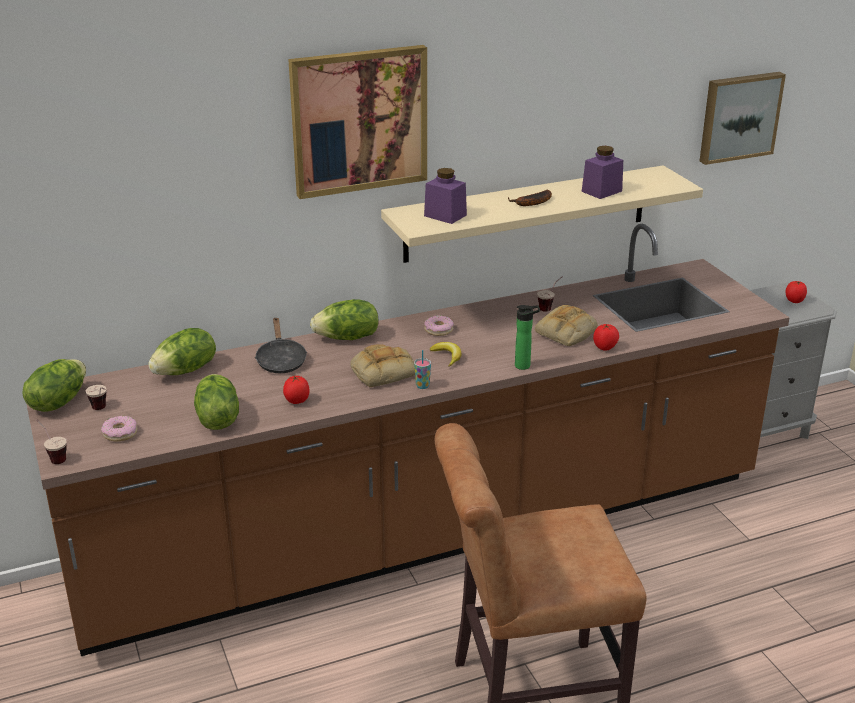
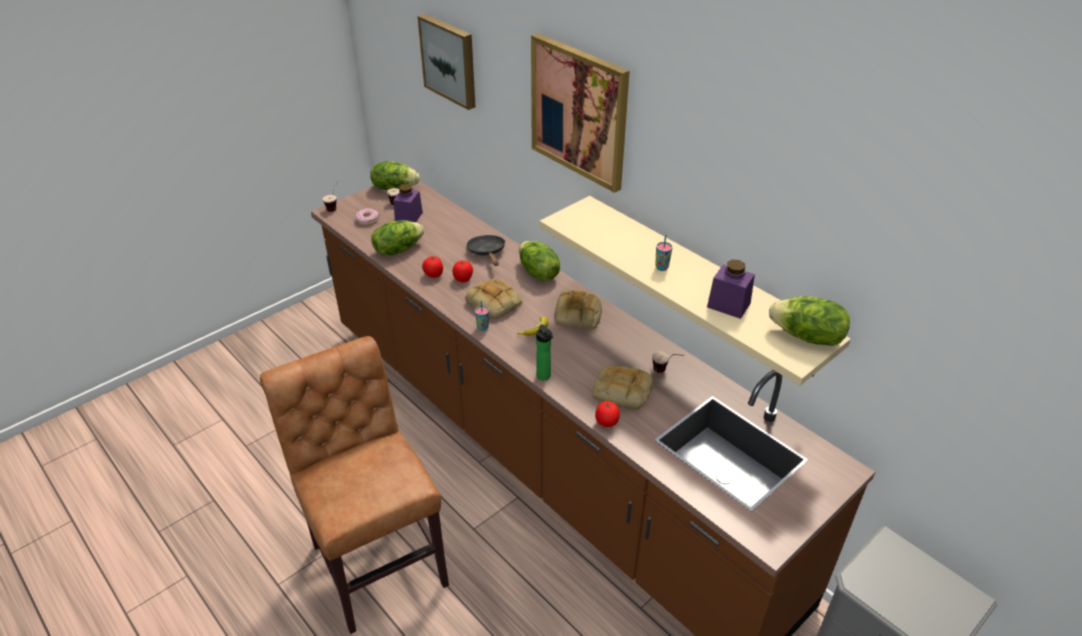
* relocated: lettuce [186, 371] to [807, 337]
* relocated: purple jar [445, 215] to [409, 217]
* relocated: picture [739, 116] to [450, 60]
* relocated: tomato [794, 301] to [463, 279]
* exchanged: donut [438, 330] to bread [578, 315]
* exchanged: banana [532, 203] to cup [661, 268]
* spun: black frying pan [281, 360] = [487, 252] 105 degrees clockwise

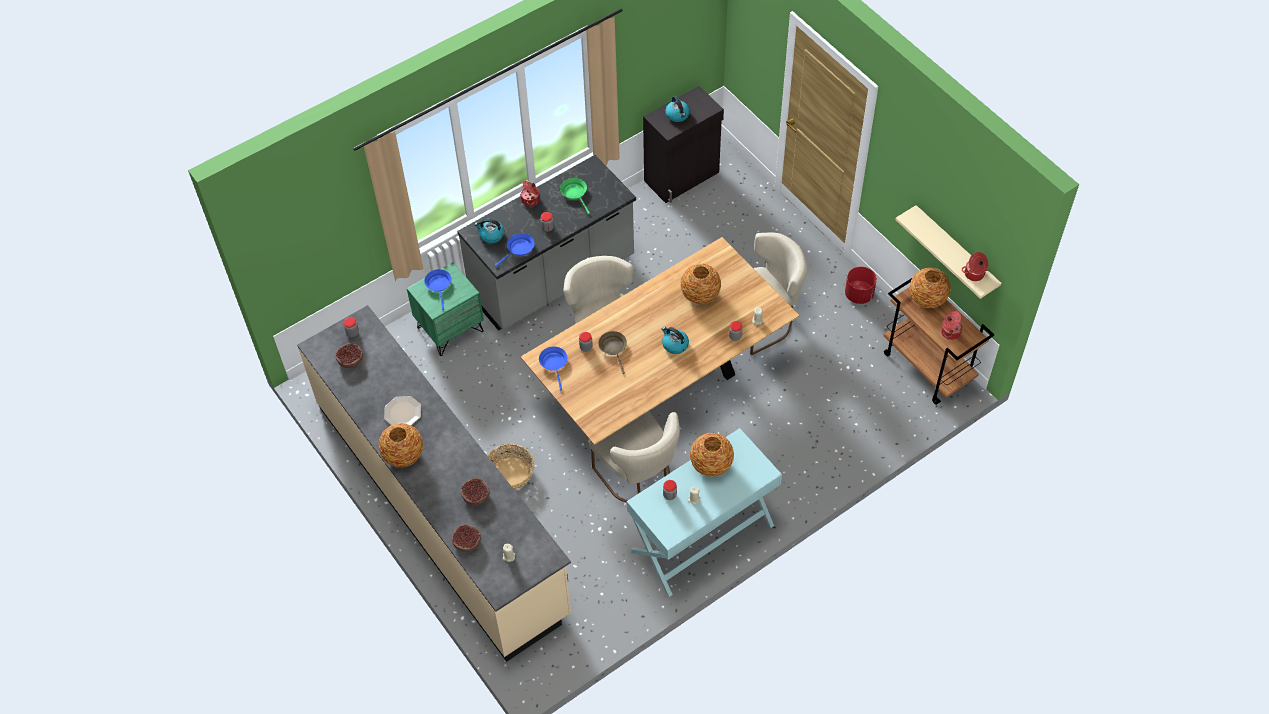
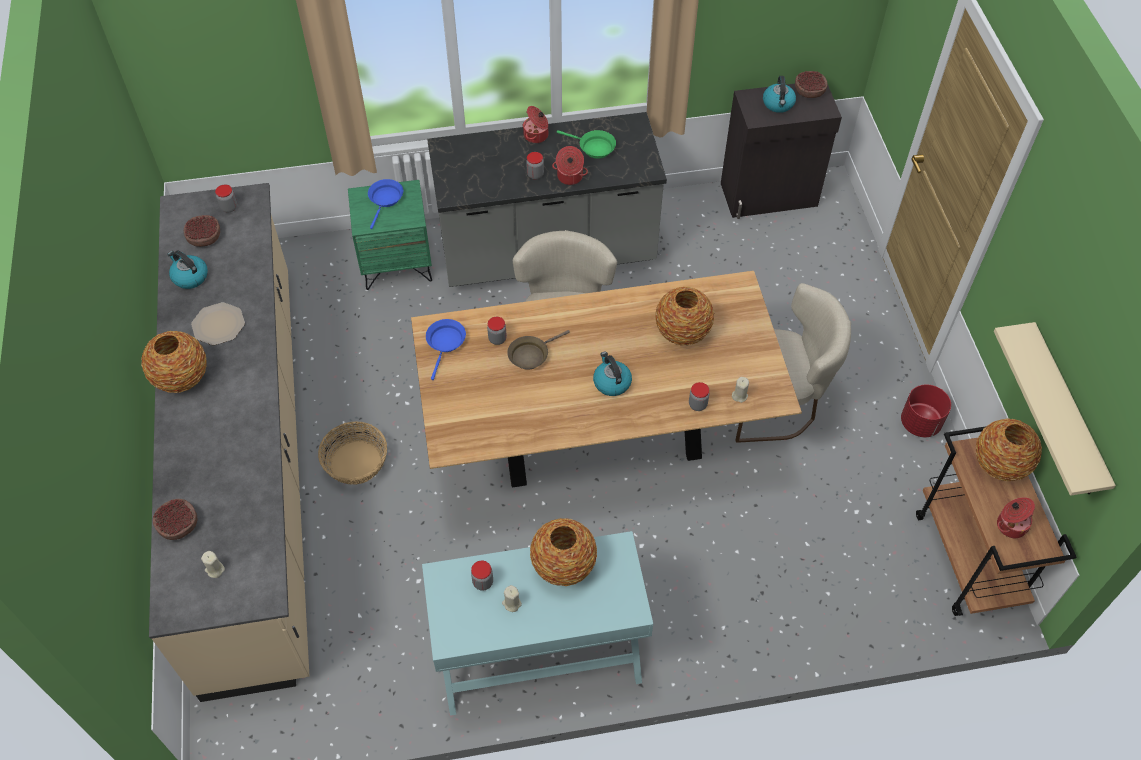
* missing: blue frying pan [519, 249]
* missing: beige chair [638, 477]
* relocated: bowl [475, 496] to [809, 91]
* relocated: kettle [491, 235] to [189, 277]
* relocated: cooking pot [974, 274] to [569, 177]
* spun: green frying pan [575, 193] = [594, 147] 120 degrees clockwise
* spun: brown frying pan [613, 348] = [531, 355] 135 degrees counterclockwise

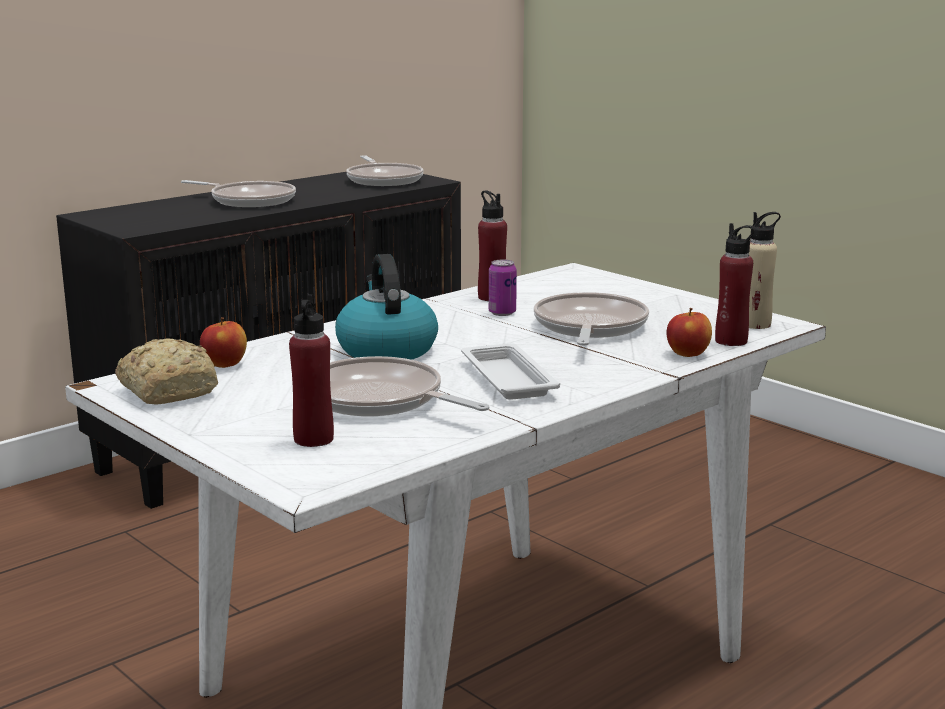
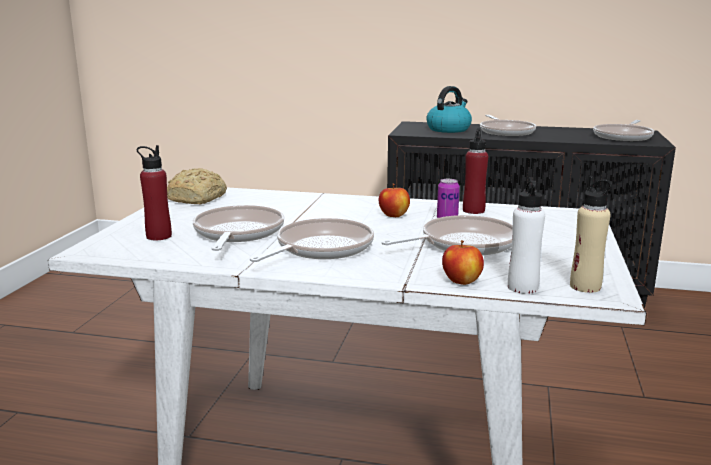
* relocated: apple [225, 364] to [394, 215]
* relocated: kettle [386, 349] to [448, 129]
* exchanged: white tray [507, 378] to frying pan [320, 248]
* colour: red bottle [731, 341] to white bottle [522, 287]

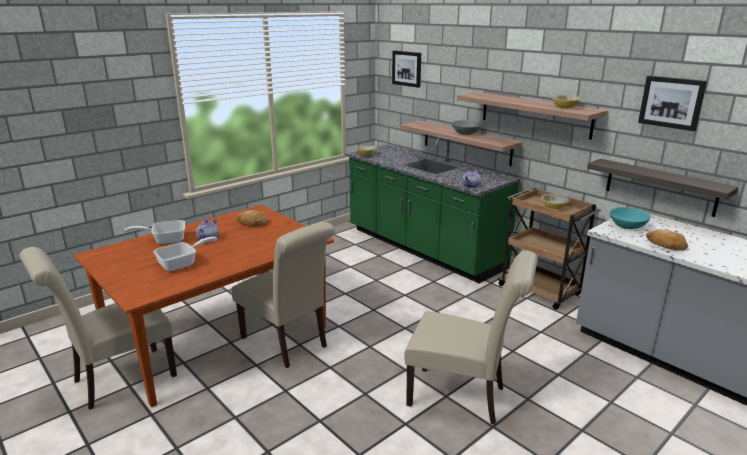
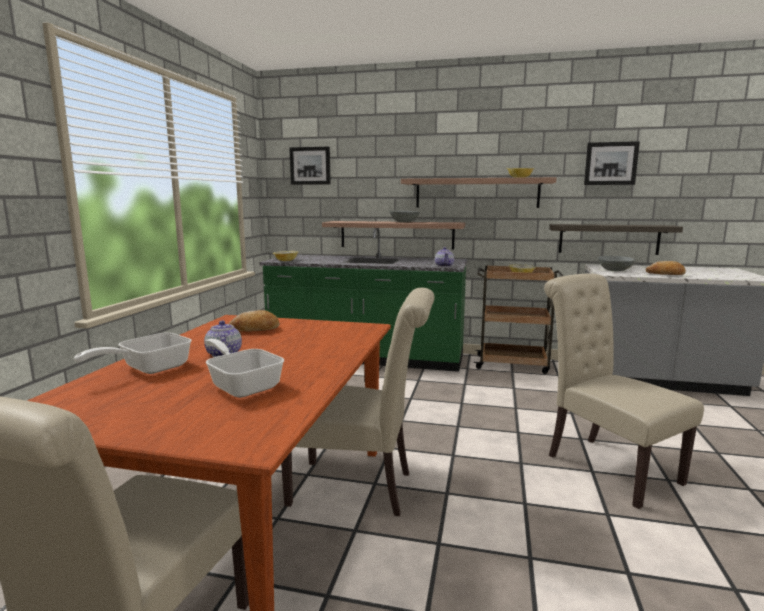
* colour: turquoise bowl [627, 226] to grey bowl [614, 270]
* spun: frying pan [182, 264] = [242, 385] 60 degrees counterclockwise
* spun: beige chair [463, 397] = [605, 465] 105 degrees counterclockwise

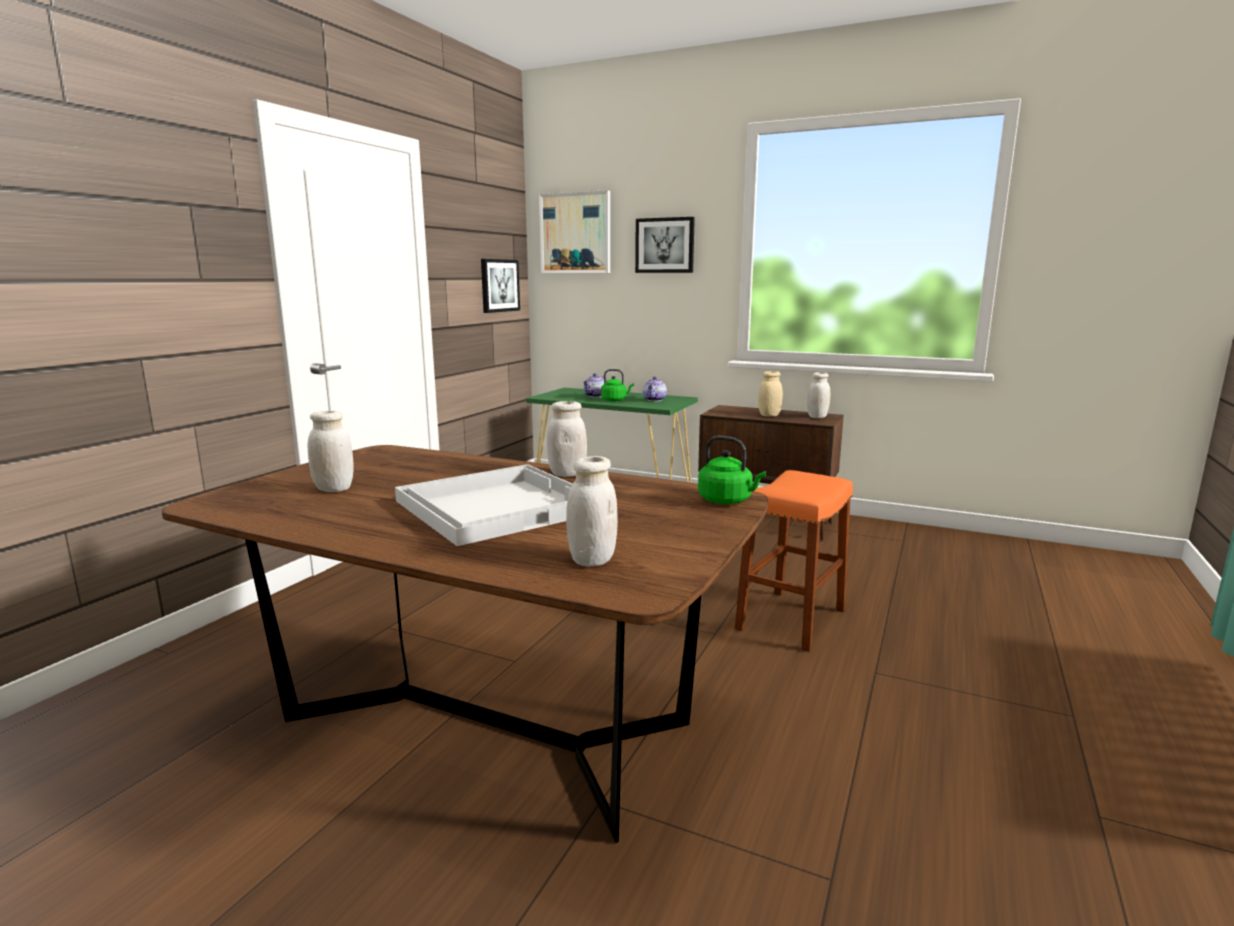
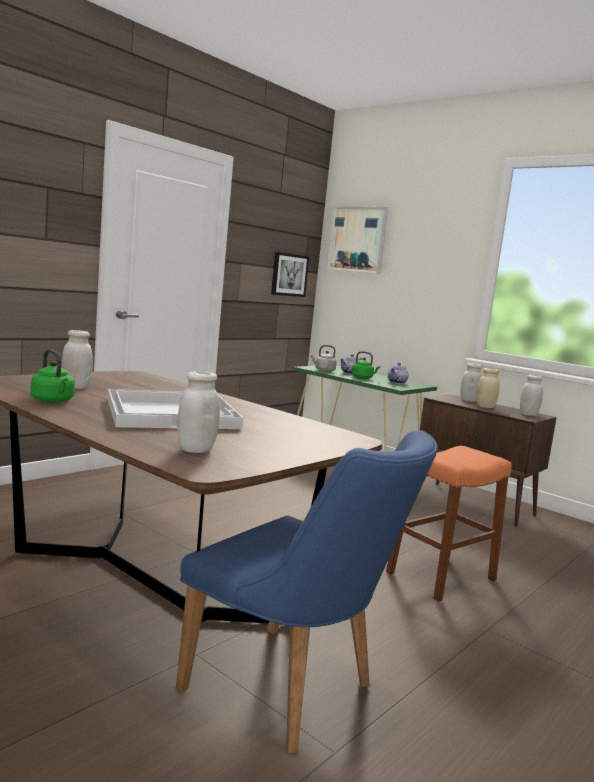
* missing: picture [665, 245]
* appeared: blue chair [293, 693]
* appeared: grey kettle [323, 370]
* relocated: white jar [567, 474] to [468, 400]
* relocated: green kettle [727, 501] to [53, 401]

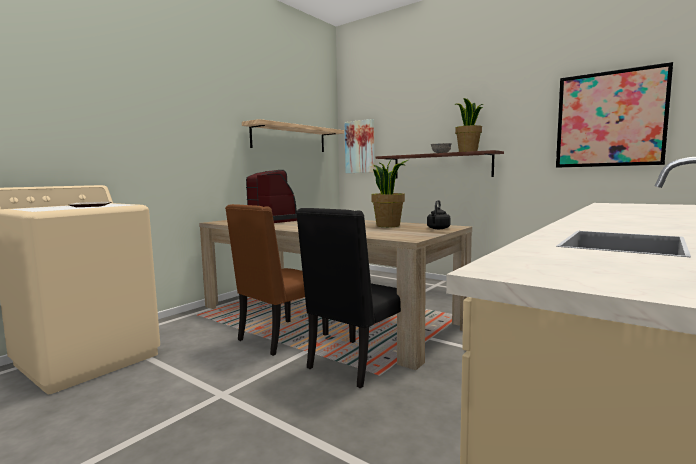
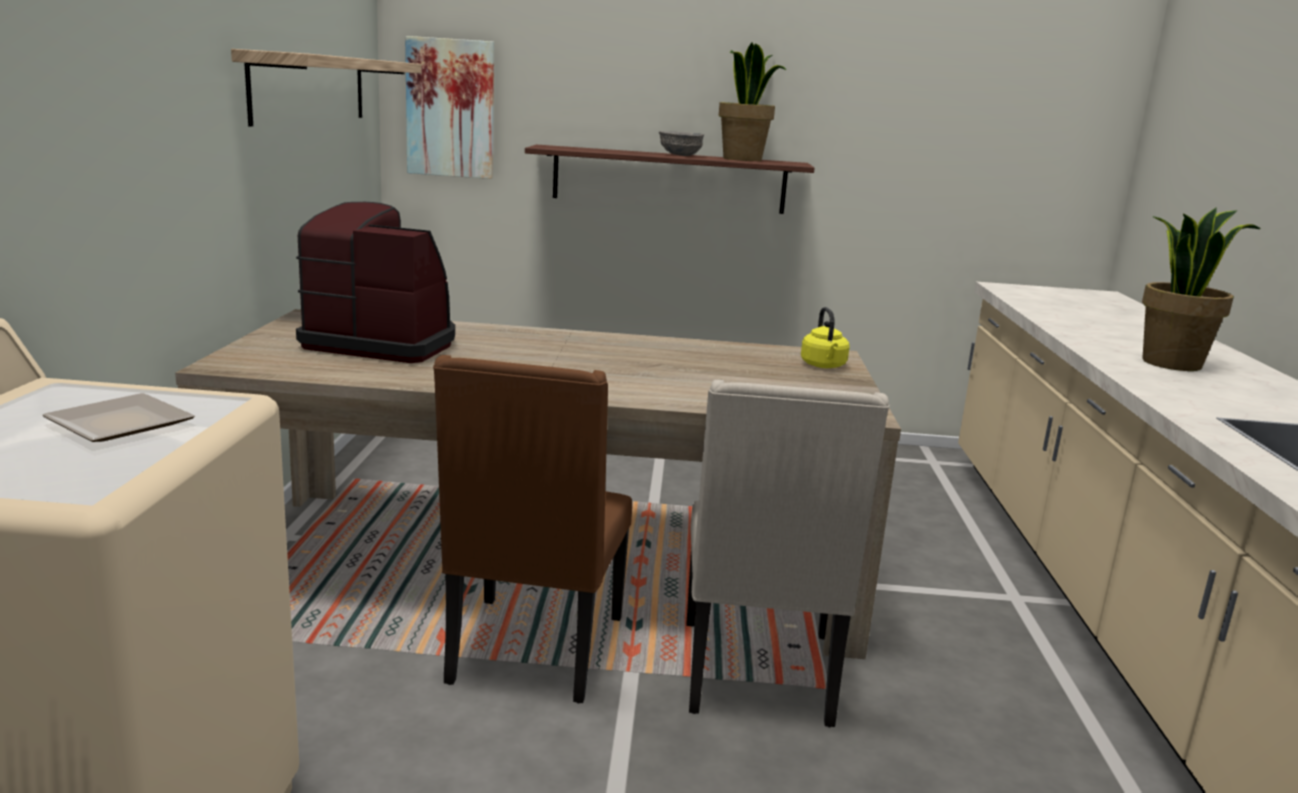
* missing: picture [610, 119]
* relocated: potted plant [388, 225] to [1171, 363]
* colour: black chair [356, 364] to beige chair [759, 675]
* colour: black kettle [438, 228] to yellow kettle [824, 366]

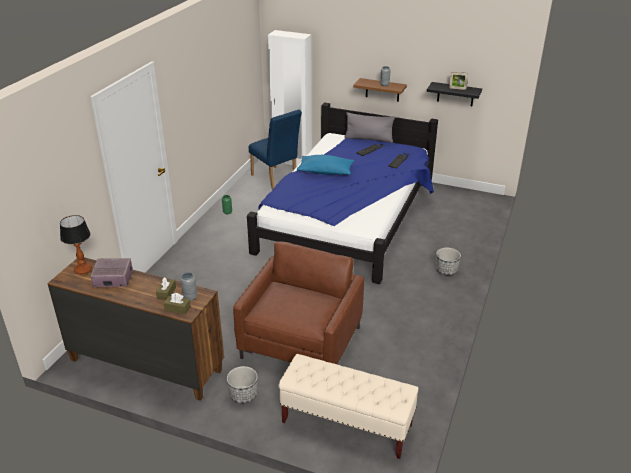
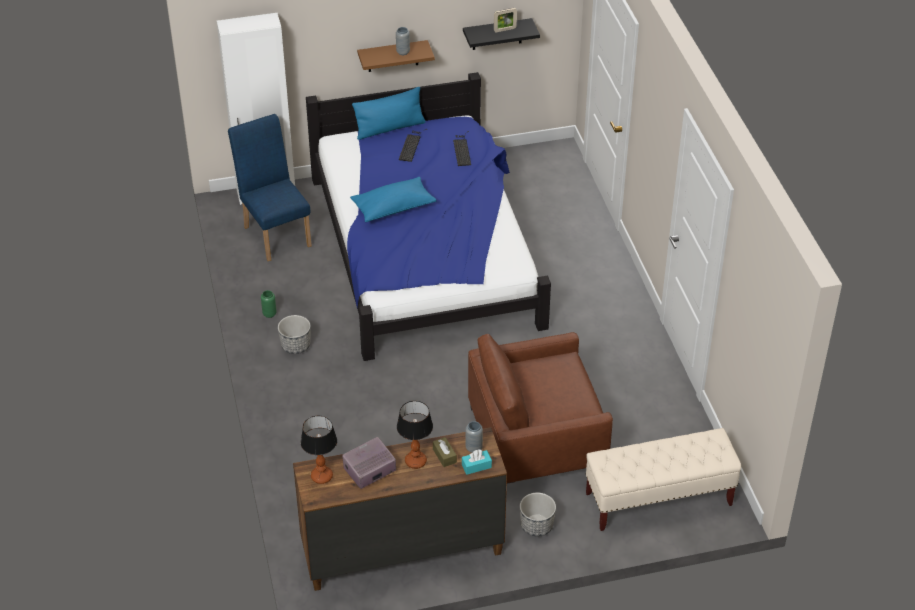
* appeared: table lamp [416, 461]
* relocated: planter [446, 270] to [295, 345]
* colour: brown tissue box [177, 308] to turquoise tissue box [476, 466]
* colour: grey pillow [368, 139] to blue pillow [390, 128]
* spun: brown armchair [301, 343] = [535, 440] 90 degrees counterclockwise
* spun: blue chair [276, 179] = [275, 232] 135 degrees counterclockwise

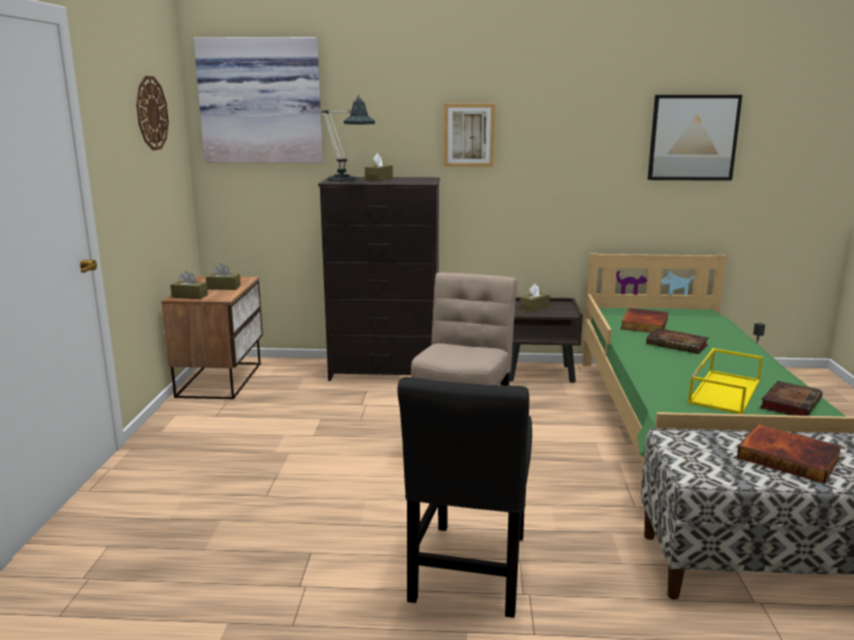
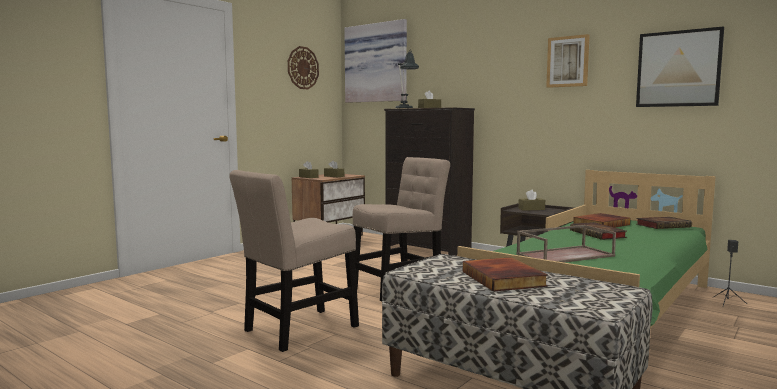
* relocated: picture [469, 135] to [568, 61]
* relocated: book [790, 403] to [663, 226]
* colour: black chair [469, 573] to beige chair [297, 330]
* colour: yellow tray [723, 391] to brown tray [565, 255]

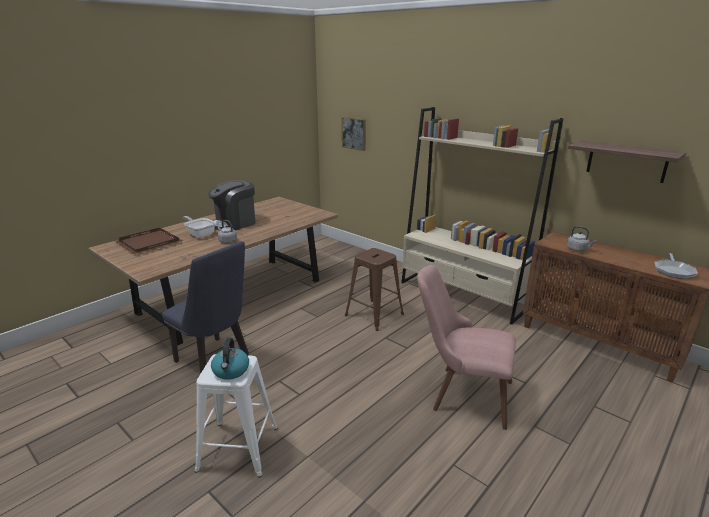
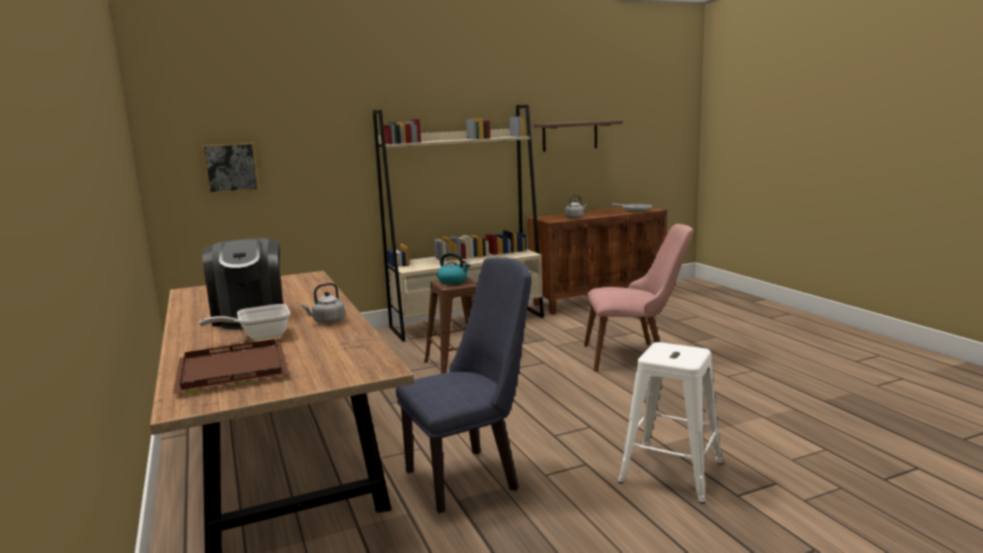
* relocated: kettle [231, 371] to [453, 281]
* spun: pink chair [461, 393] = [635, 355] 135 degrees counterclockwise

